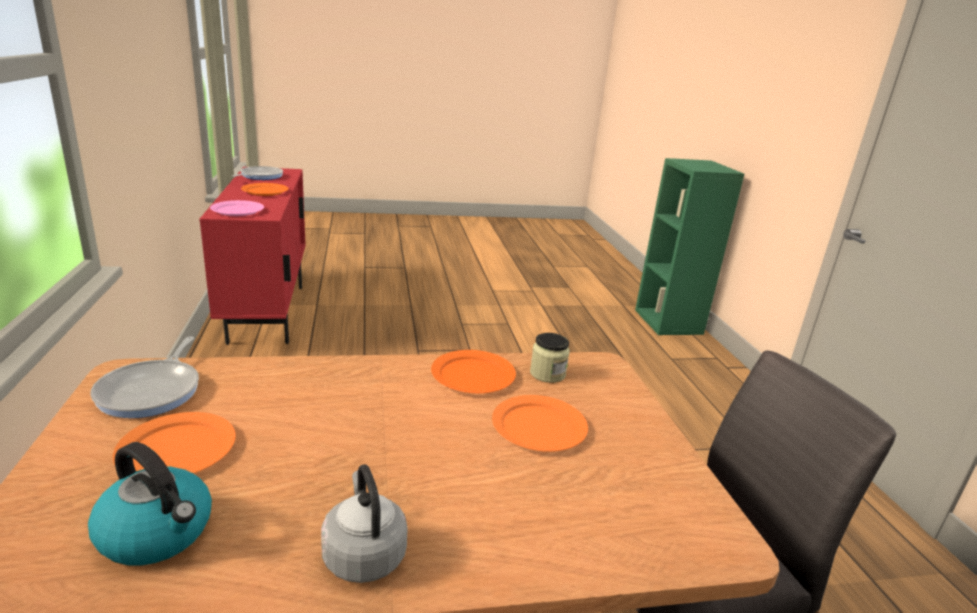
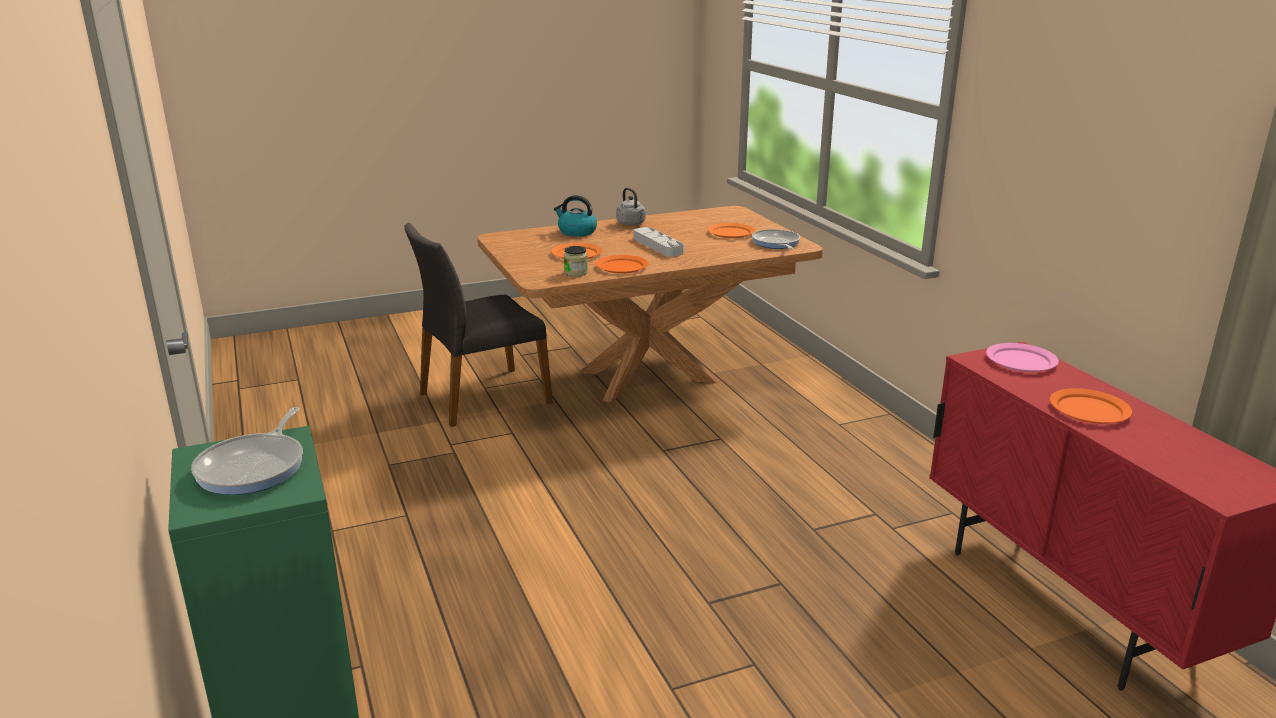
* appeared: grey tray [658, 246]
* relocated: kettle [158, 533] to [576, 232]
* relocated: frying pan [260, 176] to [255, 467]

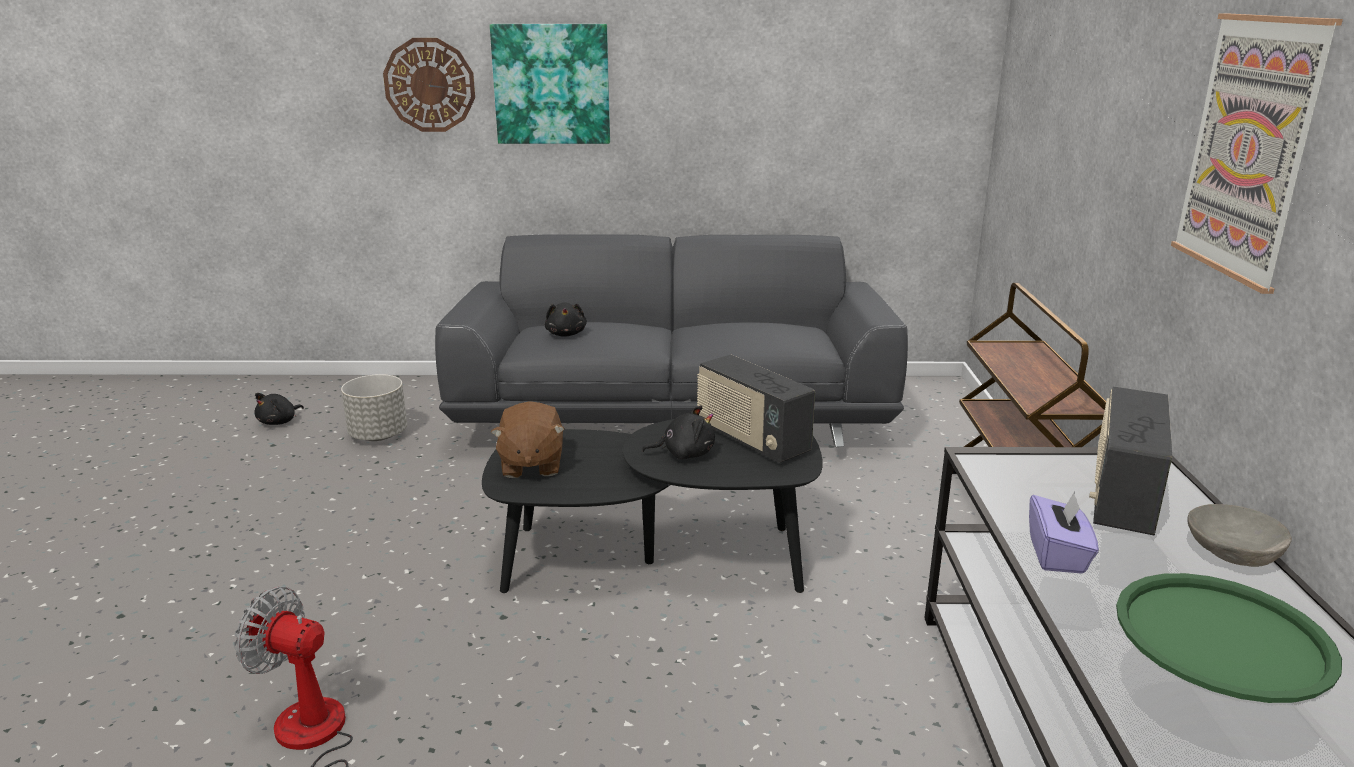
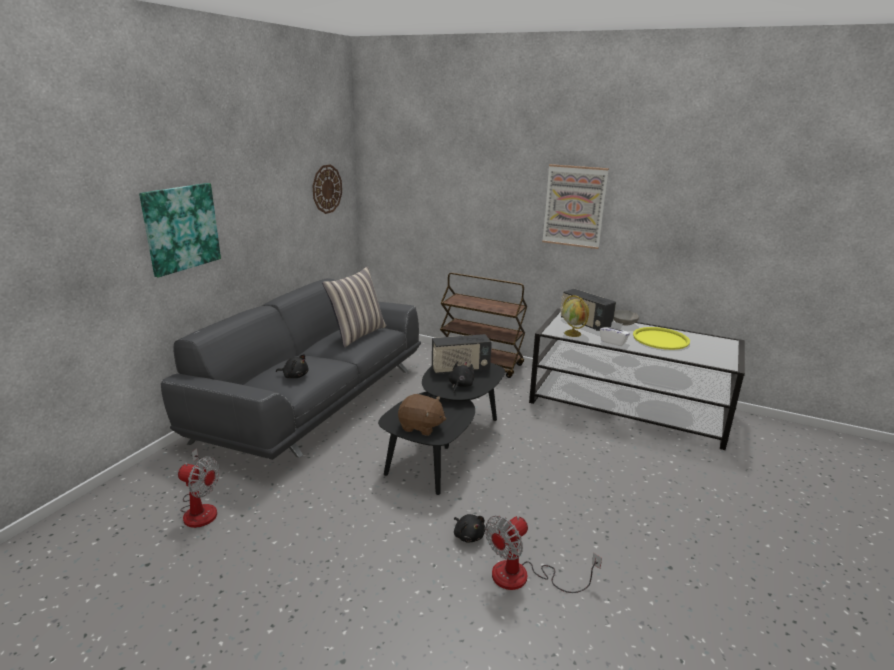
* appeared: pillow [357, 334]
* appeared: globe [573, 334]
* relocated: black plush toy [279, 422] to [468, 535]
* relocated: wall clock [429, 85] to [327, 189]
* exchanged: grey planter [379, 435] to fan [200, 508]
* colour: purple tissue box [1057, 555] to white tissue box [613, 342]
* colour: green tray [1222, 637] to yellow tray [660, 339]

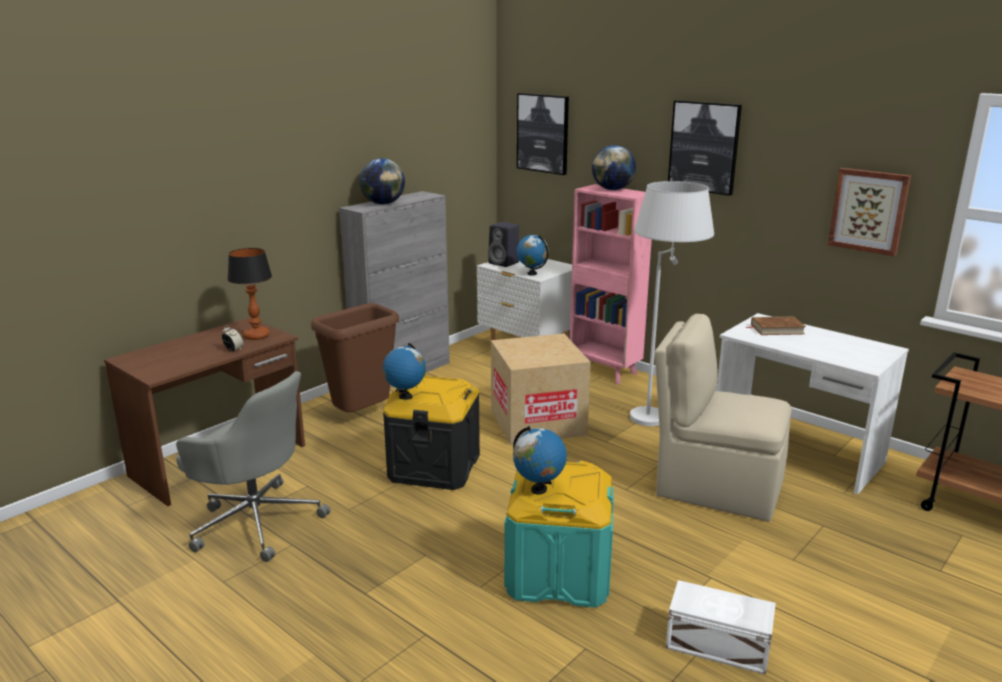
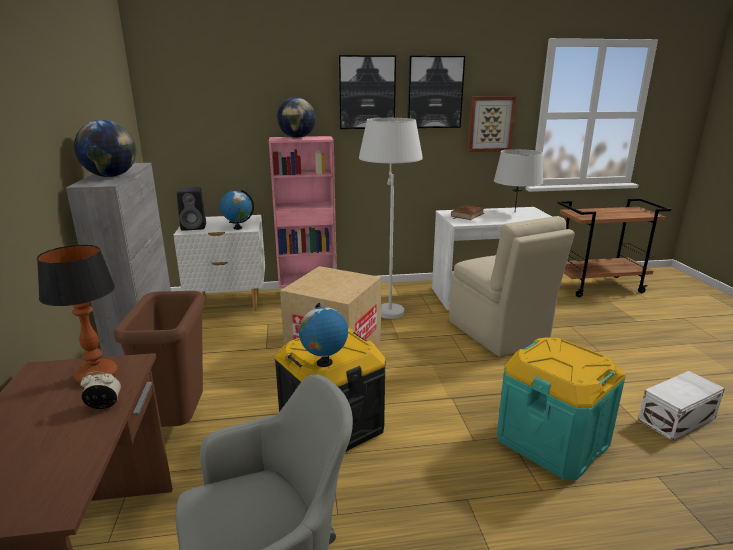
* missing: globe [538, 490]
* appeared: grey table lamp [514, 212]
* relocated: picture [543, 133] to [434, 92]
* spun: beige chair [715, 487] = [498, 333] 90 degrees counterclockwise

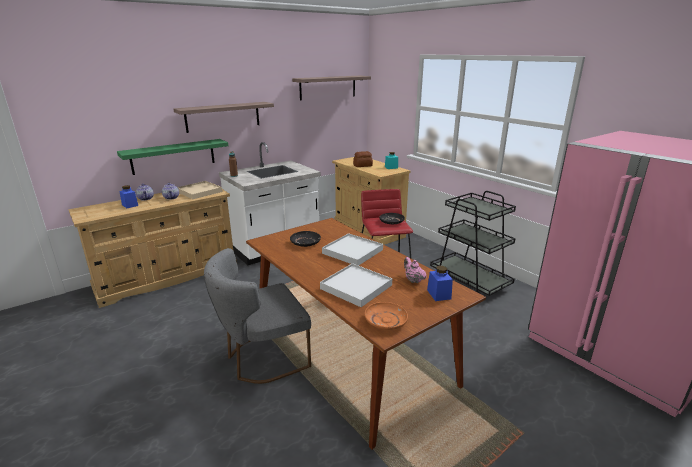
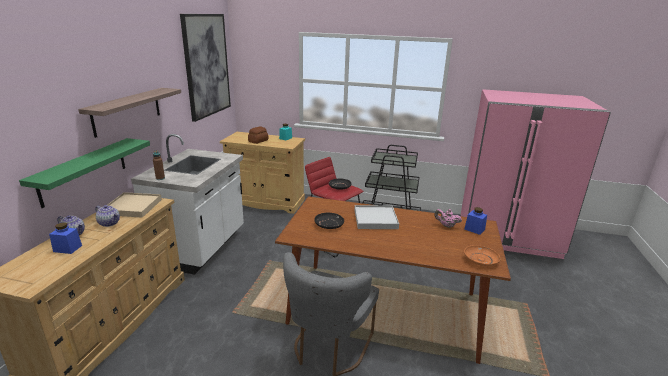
* missing: white tray [356, 287]
* exchanged: shelf [328, 87] to picture [206, 65]

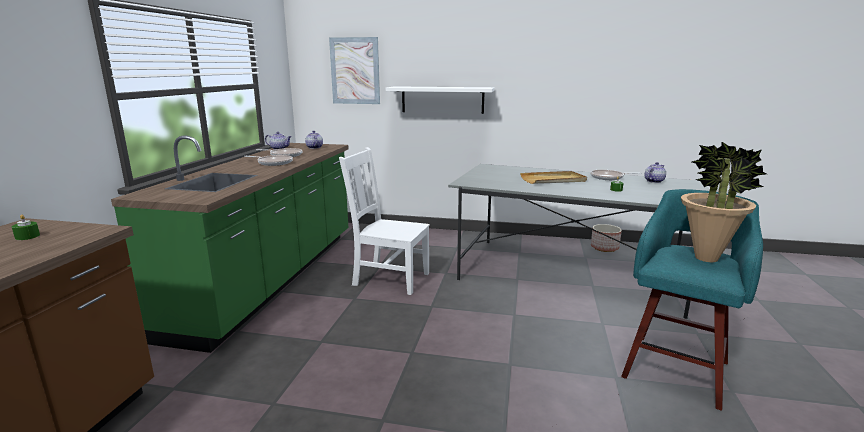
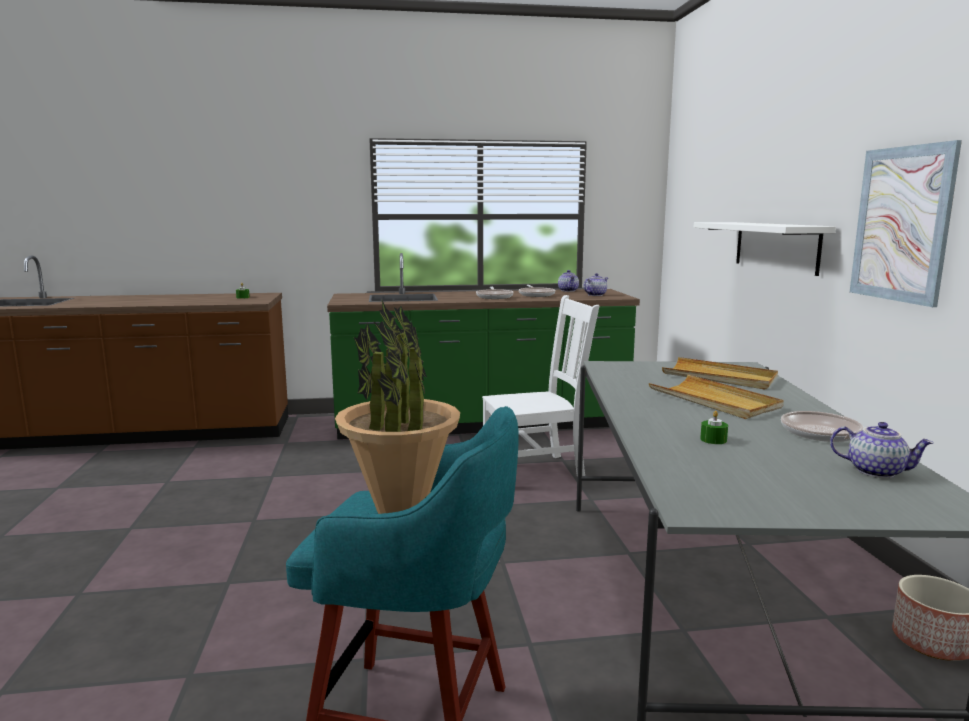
* appeared: beige tray [719, 377]
* relocated: picture [355, 71] to [901, 224]
* spun: white chair [389, 278] = [536, 471] 75 degrees clockwise

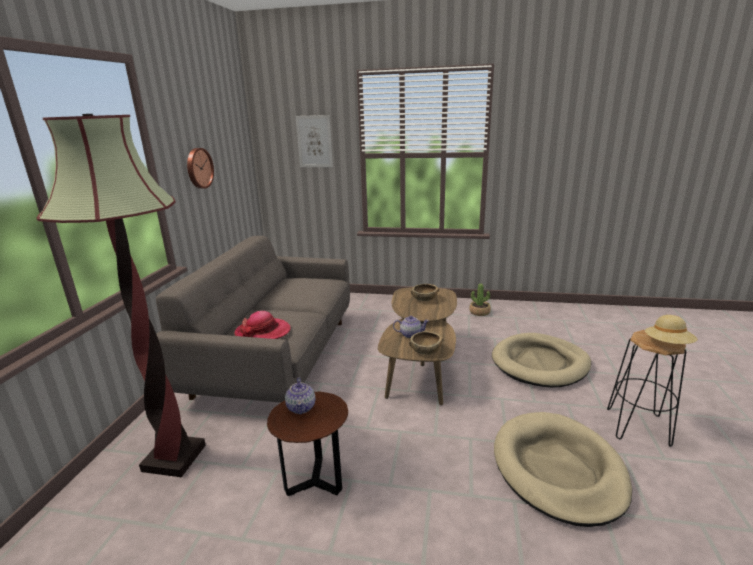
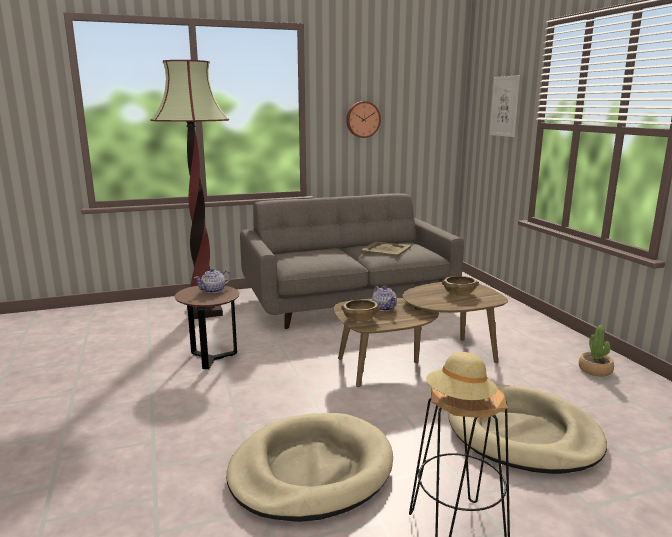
* missing: hat [263, 332]
* appeared: beige tray [385, 249]

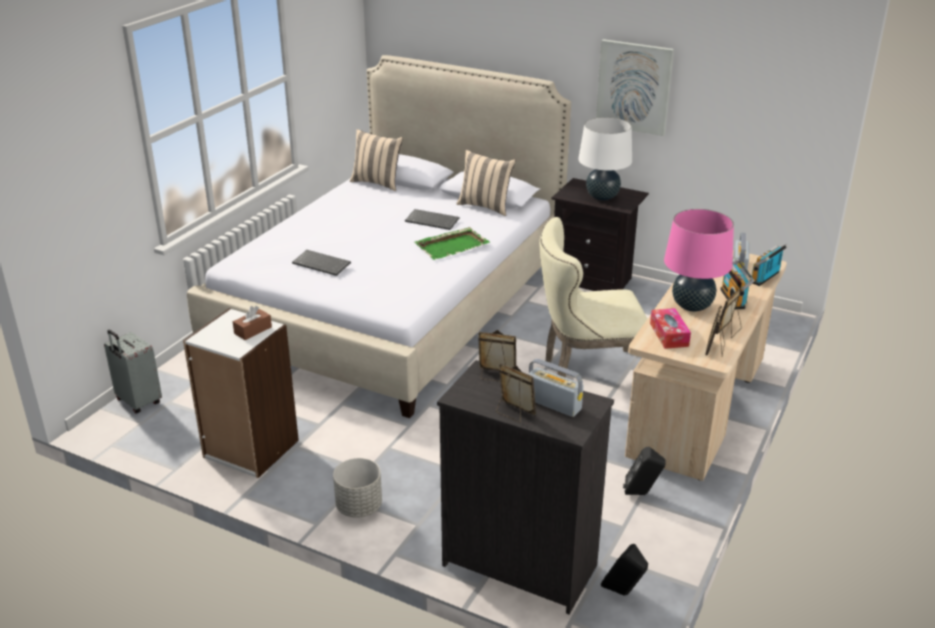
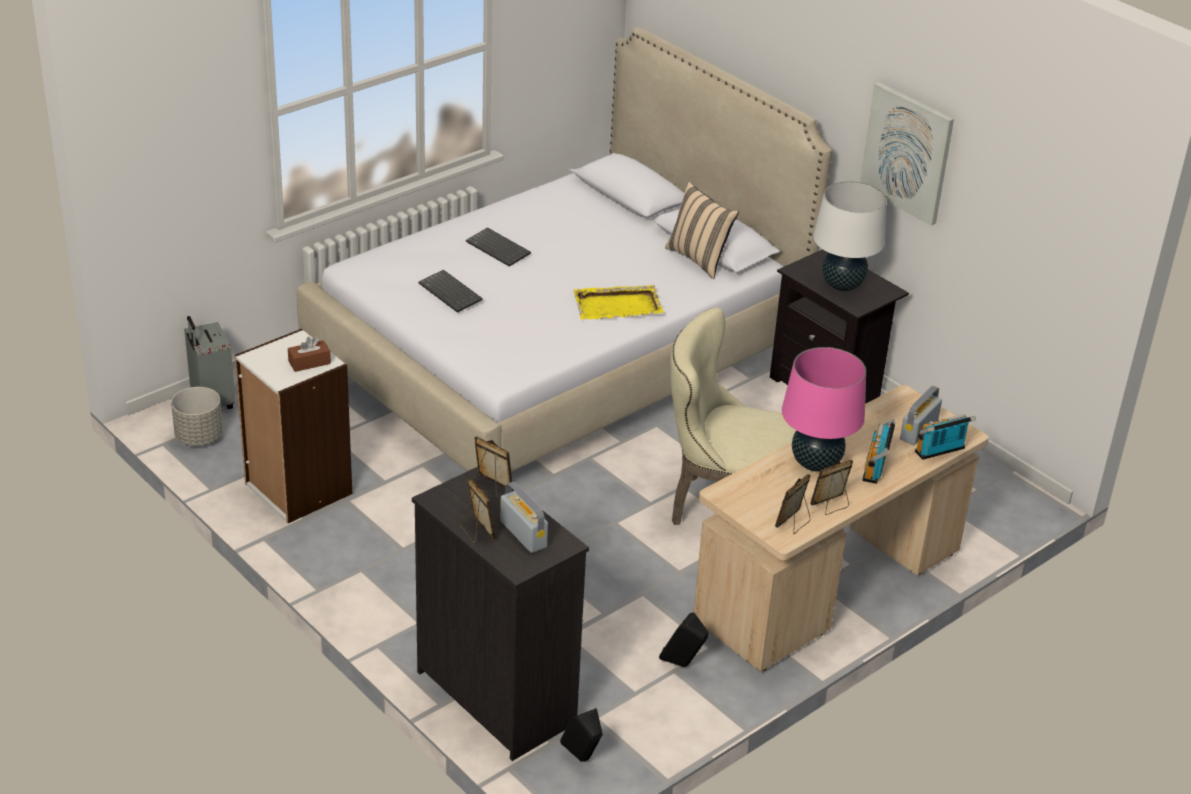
* missing: beige pillow [377, 183]
* missing: tissue box [669, 335]
* relocated: grey planter [359, 507] to [199, 437]
* relocated: keyboard [433, 220] to [499, 248]
* colour: green tray [452, 245] to yellow tray [618, 305]

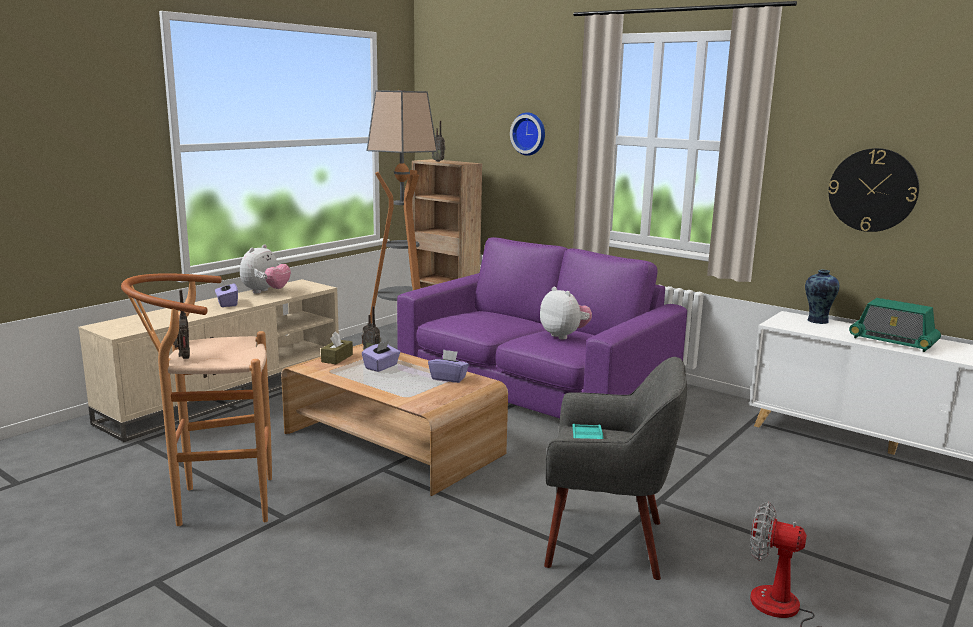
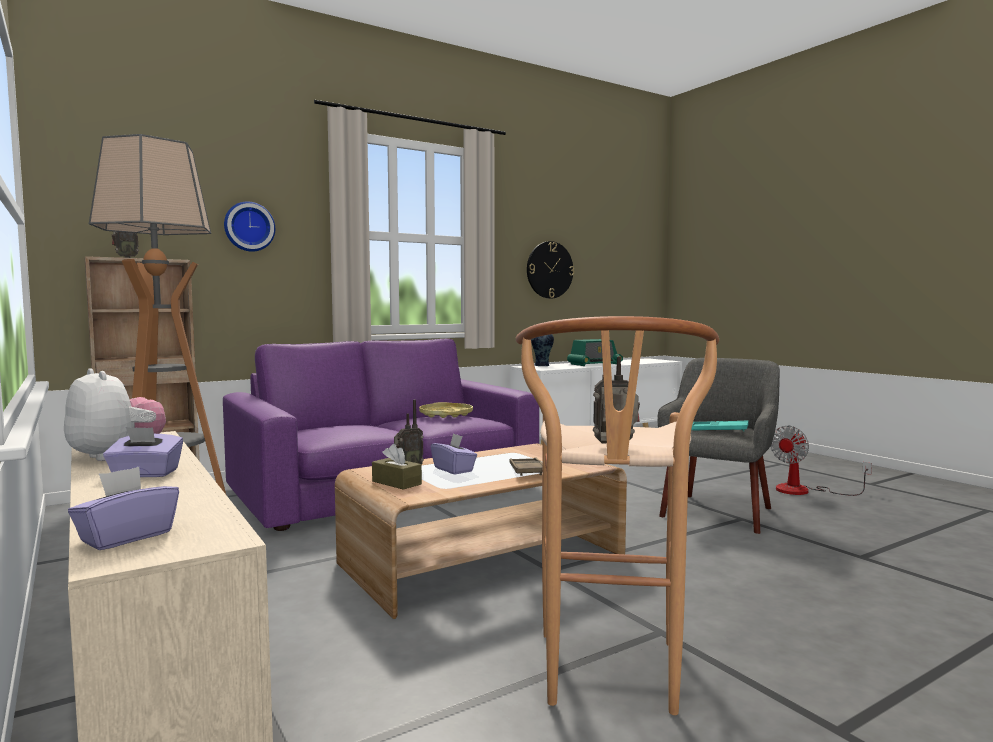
* appeared: brown tray [527, 471]
* relocated: purple tissue box [448, 378] to [126, 537]
* exchanged: plush toy [564, 336] to yellow tray [446, 415]

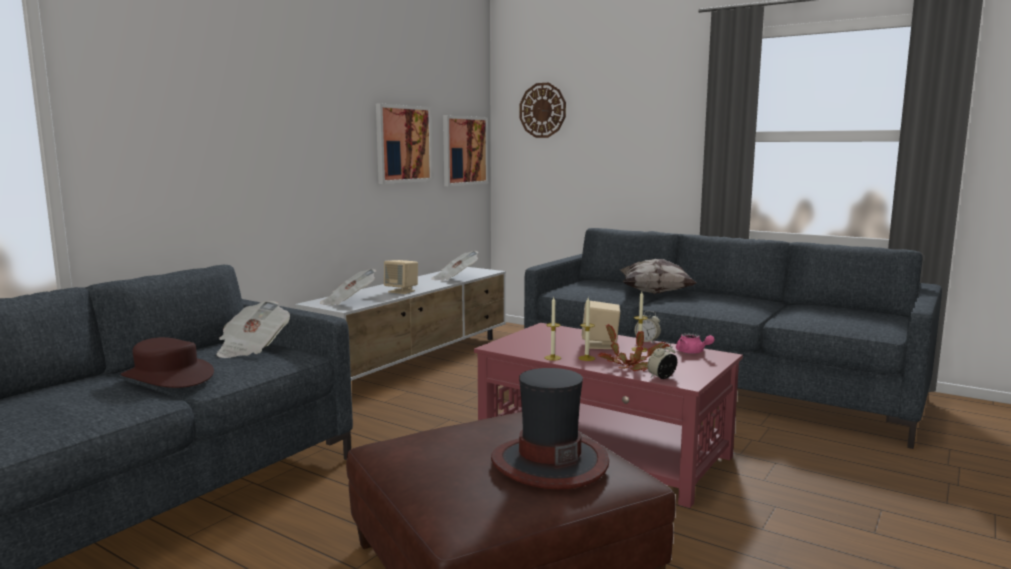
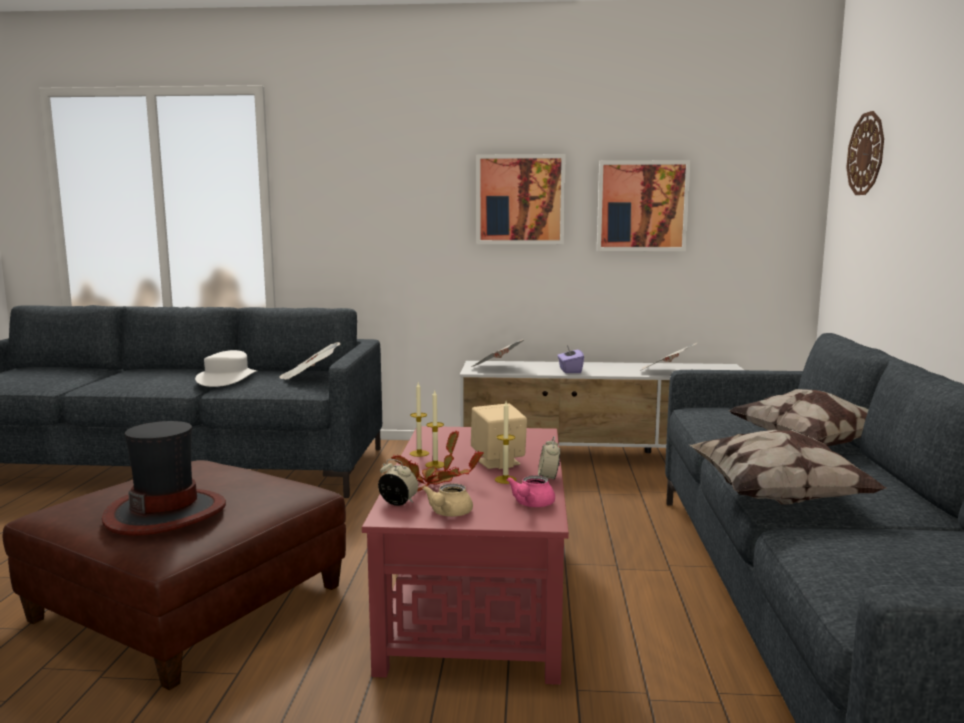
* appeared: beige teapot [448, 514]
* appeared: pillow [778, 497]
* relocated: picture [464, 150] to [520, 199]
* exchanged: beige speaker [402, 291] to purple tissue box [570, 370]
* colour: brown hat [167, 376] to white hat [227, 379]

